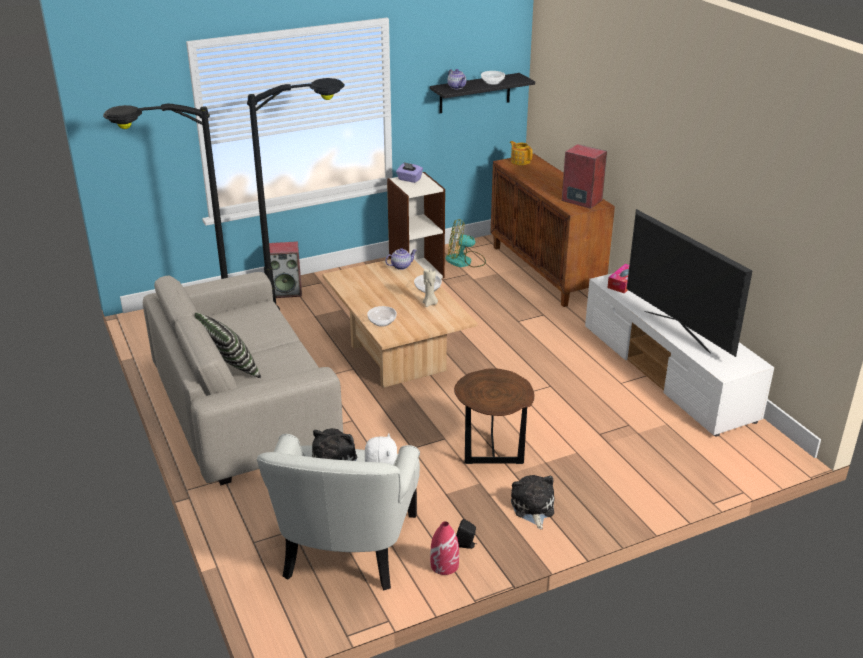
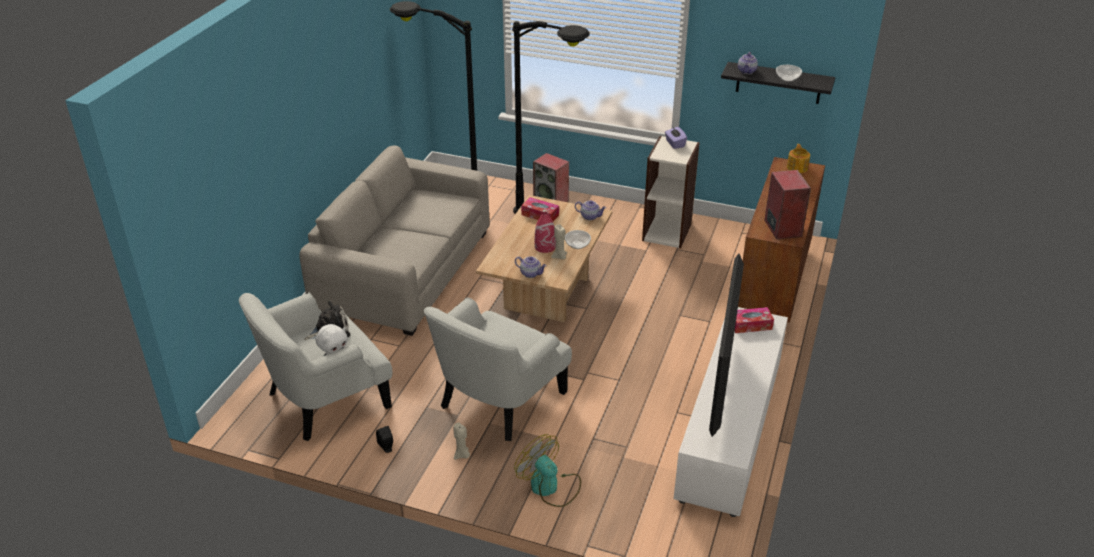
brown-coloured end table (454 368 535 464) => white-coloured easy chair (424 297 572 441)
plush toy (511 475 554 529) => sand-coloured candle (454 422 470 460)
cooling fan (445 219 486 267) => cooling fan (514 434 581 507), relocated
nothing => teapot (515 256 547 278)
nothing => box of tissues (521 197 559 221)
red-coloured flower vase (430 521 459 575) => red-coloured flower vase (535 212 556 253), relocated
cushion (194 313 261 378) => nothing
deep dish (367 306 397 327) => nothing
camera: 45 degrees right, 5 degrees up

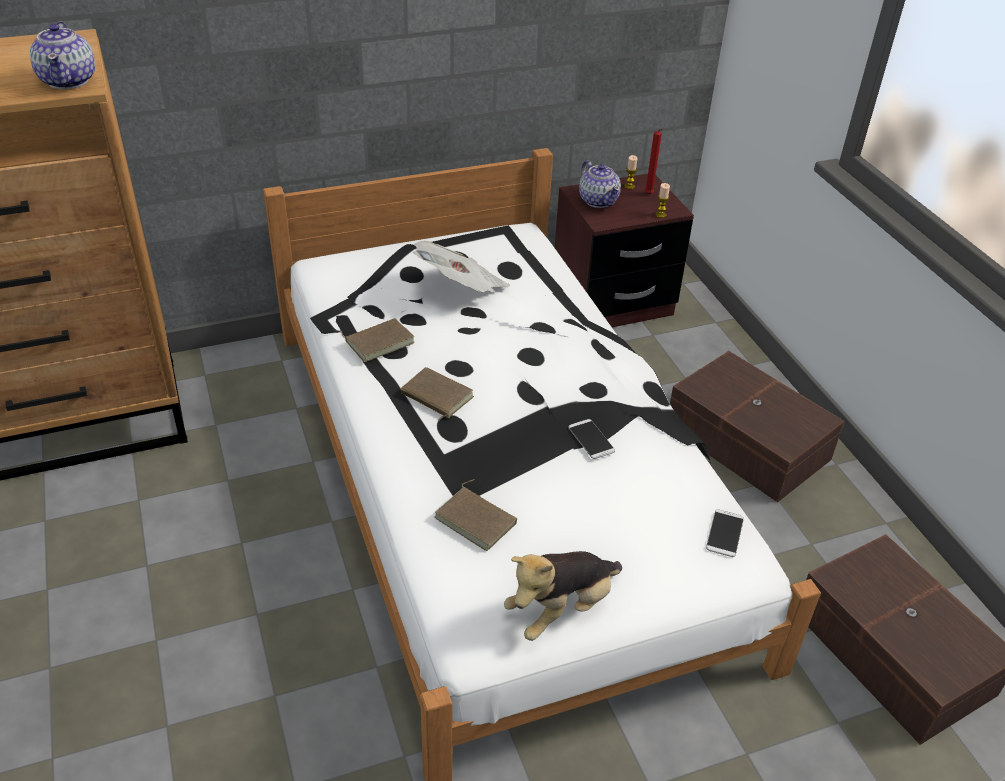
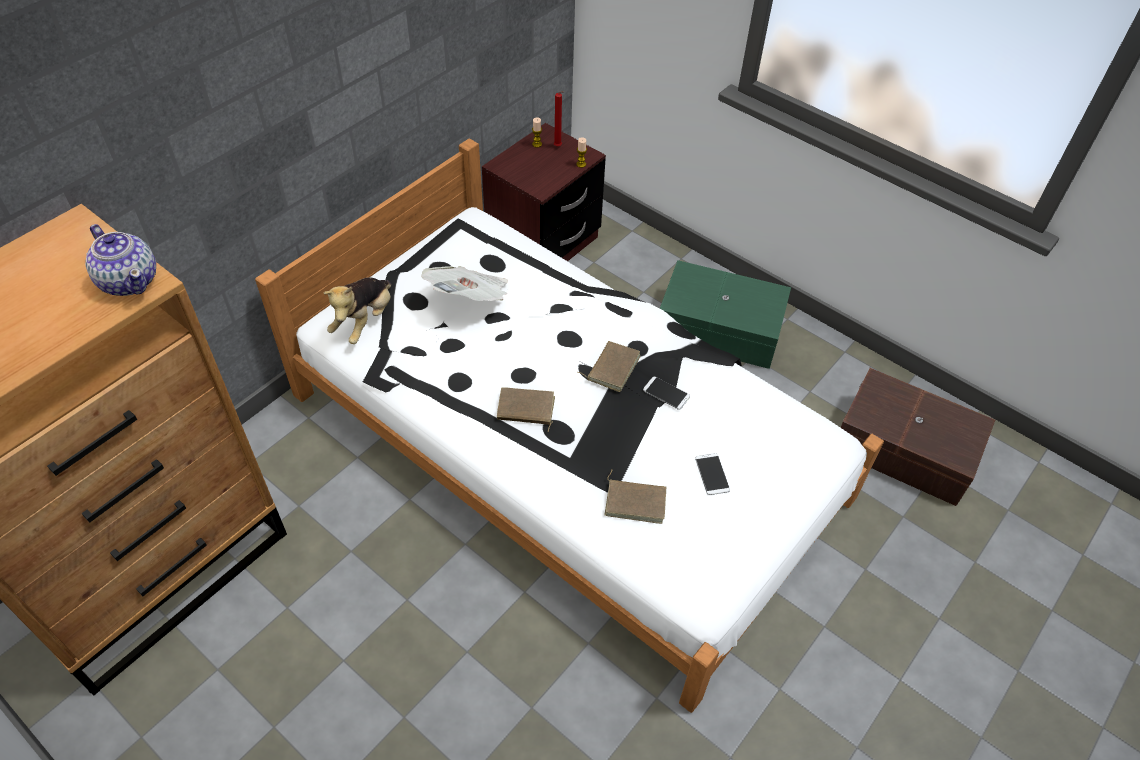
plush toy (504 551 622 641) => plush toy (324 277 391 344), relocated
brown-coloured bound book (339 318 415 362) => brown-coloured bound book (577 341 641 392), relocated
brown-coloured storage container (670 351 845 502) => green storage container (660 260 791 369)
handset (706 509 744 557) => handset (695 453 730 495), relocated
teapot (579 160 621 208) => nothing
camera: 30 degrees left, 10 degrees up

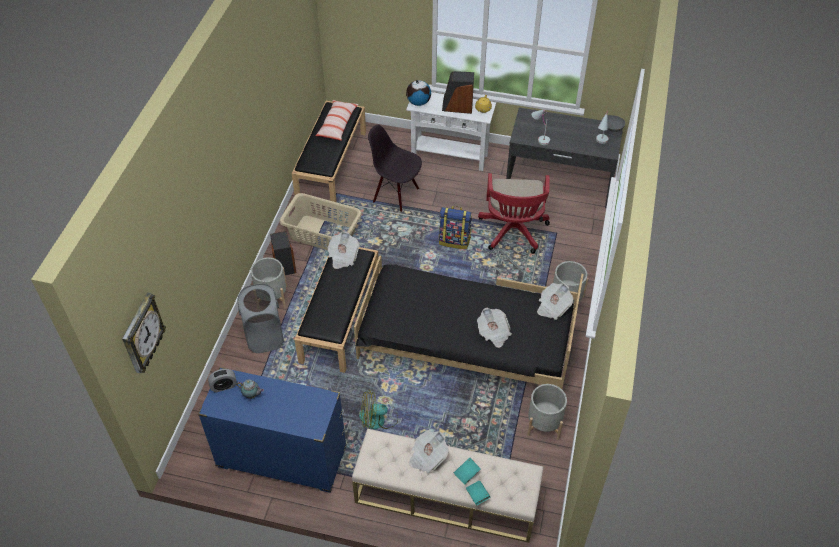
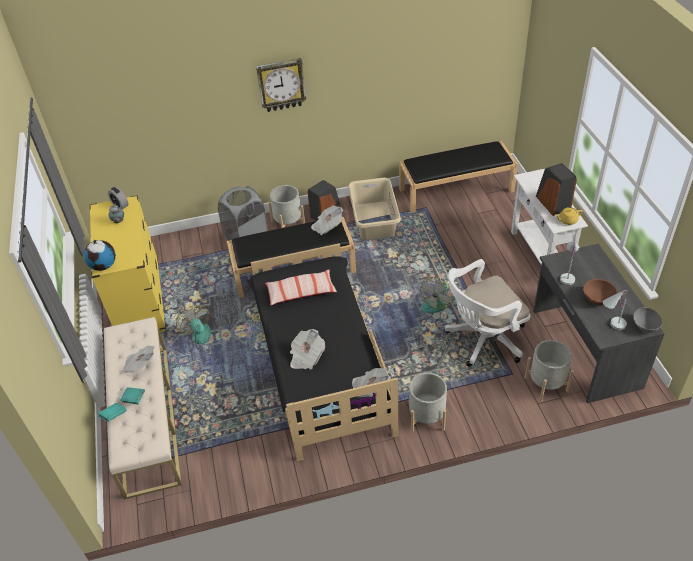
desk globe (406 80 431 106) => desk globe (84 240 116 271), relocated
blue-coloured chest of drawers (198 367 346 493) => yellow-coloured chest of drawers (90 195 166 332)
wall clock (122 293 166 373) => wall clock (256 58 306 112), relocated
cushion (315 100 359 141) => cushion (265 269 337 305), relocated
backpack (439 206 472 249) => cooling fan (420 277 453 313)
red-coloured computer chair (478 173 550 254) => white-coloured computer chair (445 259 530 367)
grey planter (527 384 567 440) => grey planter (524 340 574 401), relocated
nothing => brown-coloured deep dish (583 279 618 305)
black chair (368 125 422 212) => nothing
camera: 65 degrees right, 5 degrees down

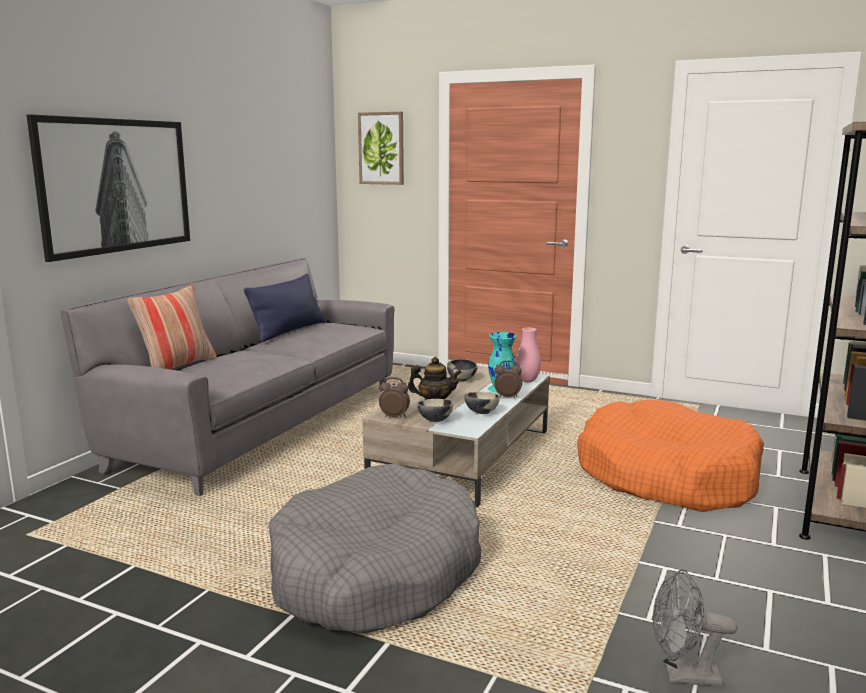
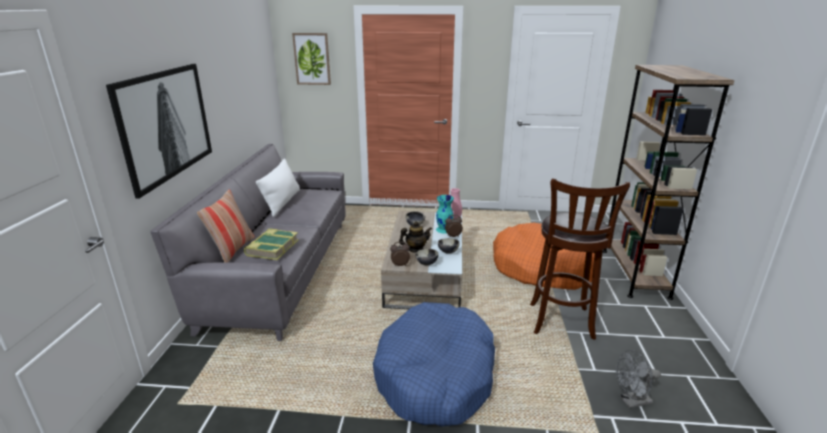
nothing => bound book (244 228 299 260)
blue-coloured cushion (244 273 324 343) => white-coloured cushion (256 158 300 217)
grey dog bed (269 463 482 633) => blue-coloured dog bed (373 302 495 427)
nothing => brown-coloured stool seat (530 178 630 340)
camera: 20 degrees left, 10 degrees up

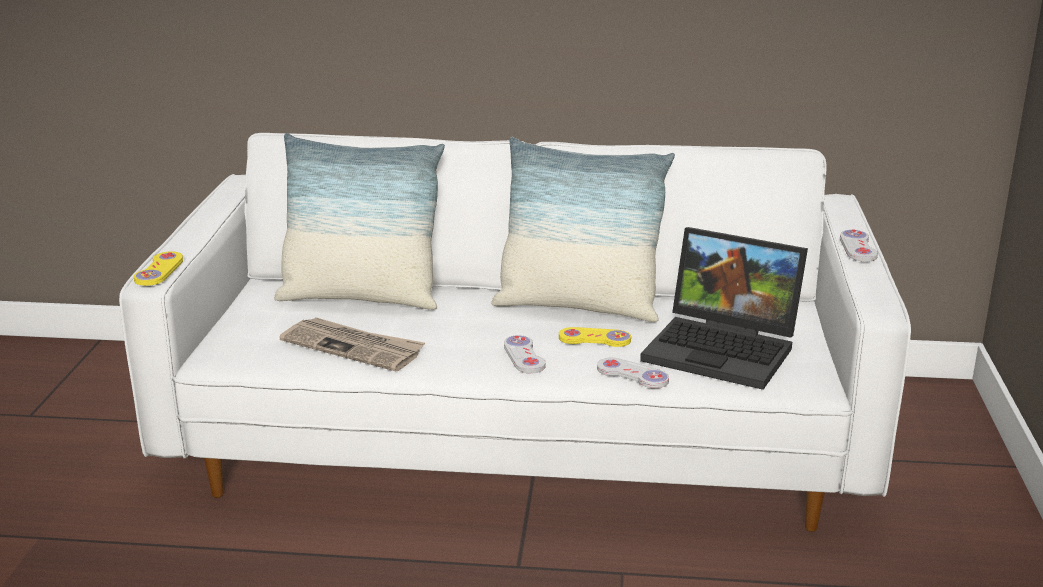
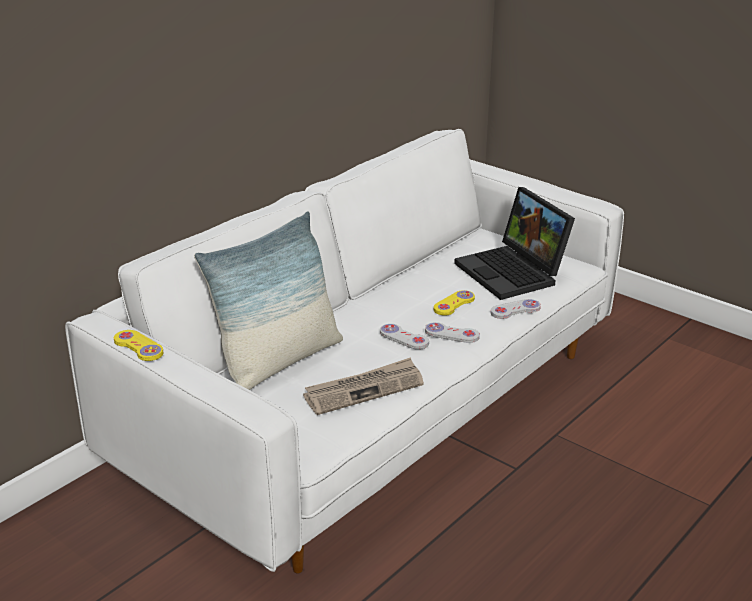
yellow-coloured gamepad (134 252 183 286) => yellow-coloured gamepad (114 330 164 361), relocated
white-coloured gamepad (840 229 878 262) => white-coloured gamepad (380 324 429 350), relocated
laptop (640 227 808 390) => laptop (454 187 575 300), 90 degrees clockwise
cushion (491 137 675 322) => nothing
camera: 55 degrees left, 5 degrees up

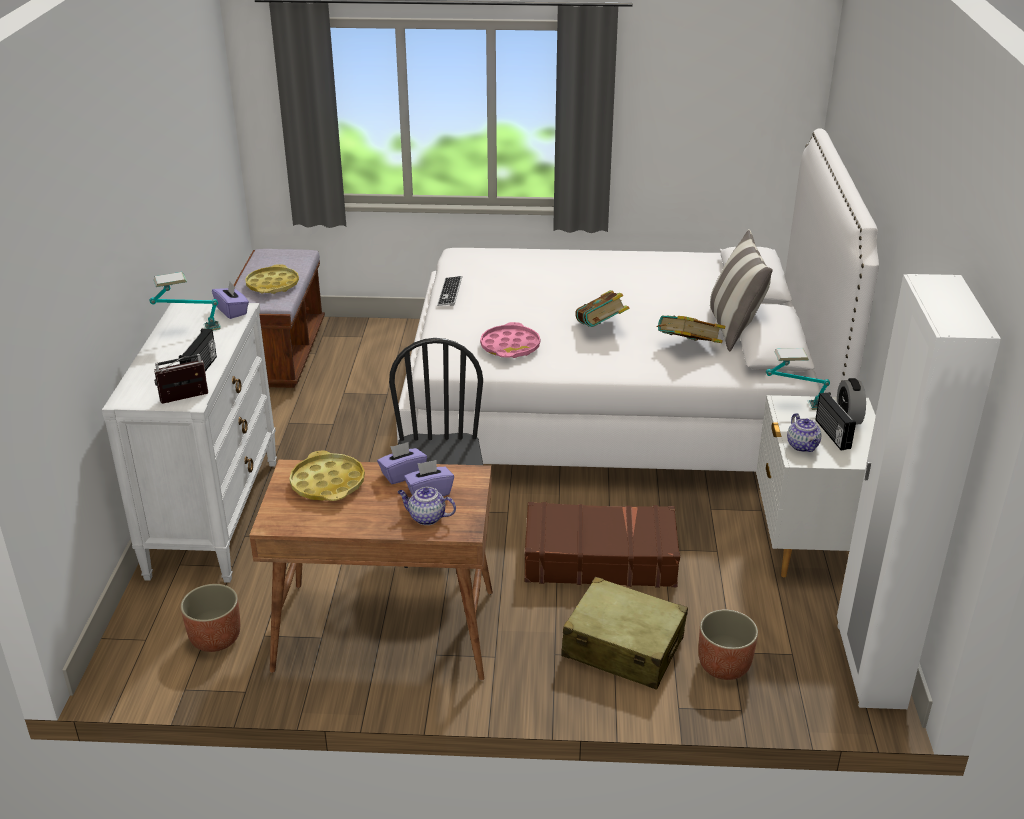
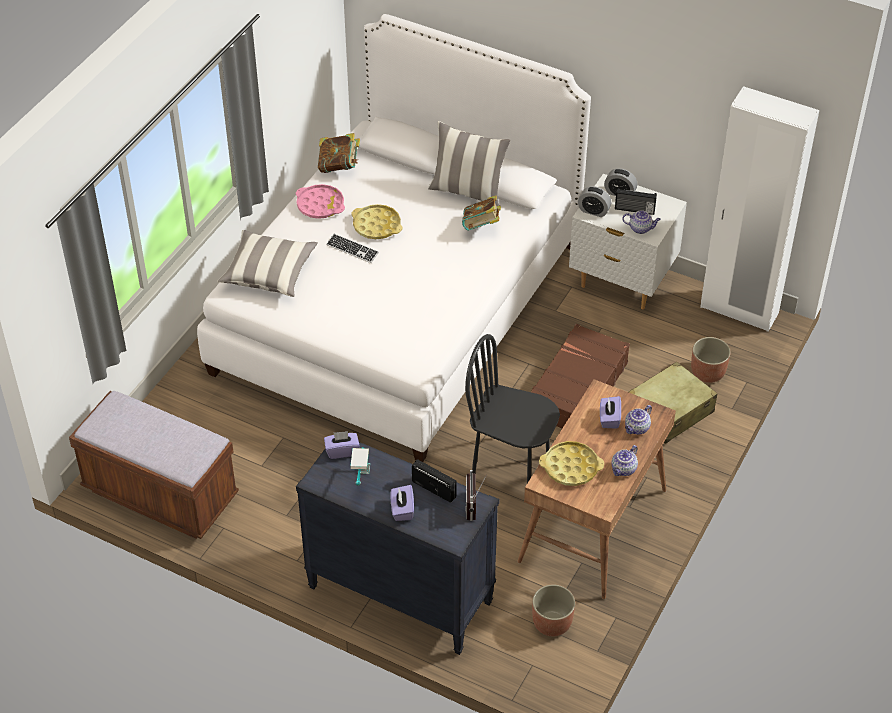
nothing => cushion (217 230 318 297)
pink-coloured carrying tray (480 322 540 358) => pink-coloured carrying tray (296 184 345 219), relocated
white-coloured chest of drawers (102 303 277 583) => black chest of drawers (296 432 500 655)
bound book (575 290 629 327) => bound book (318 133 360 173), relocated
computer keyboard (437 276 462 306) => computer keyboard (326 233 379 263), relocated
yellow-coloured carrying tray (245 264 299 294) => yellow-coloured carrying tray (351 204 402 239), relocated
purple box of tissues (377 442 427 484) => purple box of tissues (391 485 414 521), relocated
table lamp (766 348 830 410) => table clock (578 186 611 217)
nothing => teapot (612 445 638 476)
camera: 65 degrees left, 15 degrees up

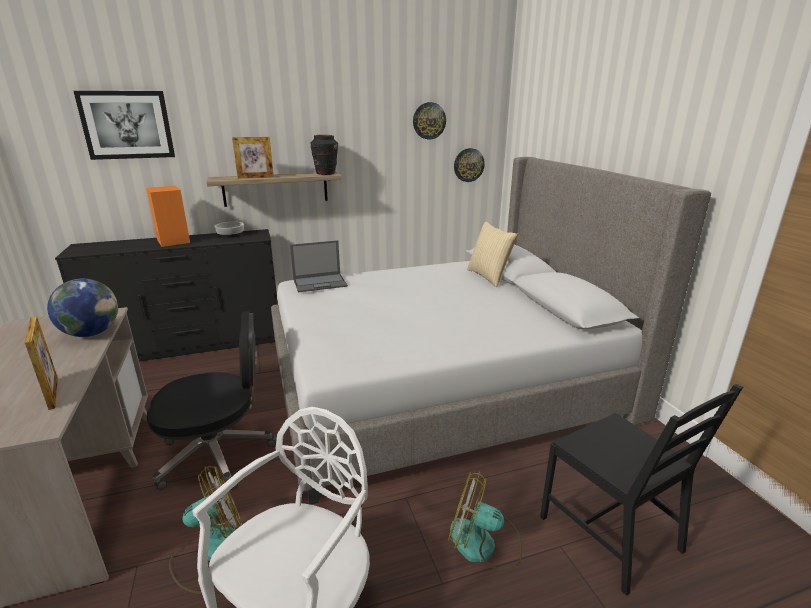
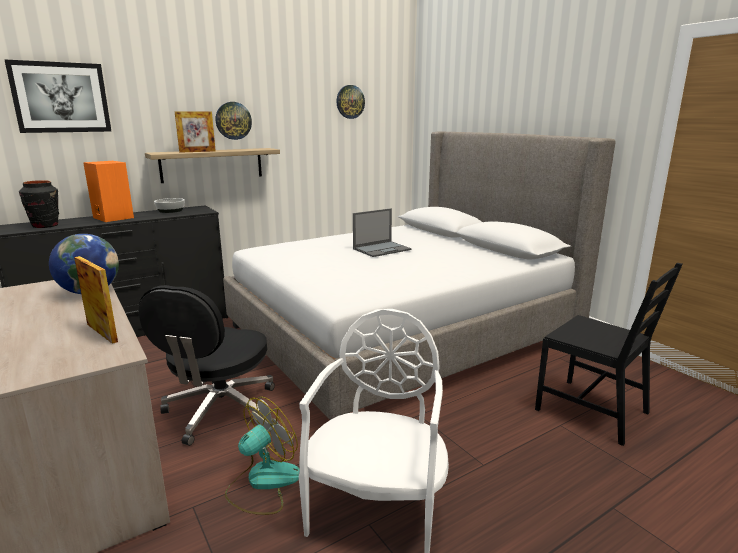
black flower vase (310 135 338 175) => black flower vase (19 180 59 228), relocated
black computer chair (147 311 277 490) => black computer chair (138 285 275 446), 135 degrees clockwise
wall clock (454 148 485 182) => wall clock (216 102 252 140), relocated
laptop (290 240 348 292) => laptop (353 208 412 257), relocated
cooling fan (448 471 522 570) => nothing
cushion (467 221 518 287) => nothing
camera: 15 degrees left, 5 degrees down

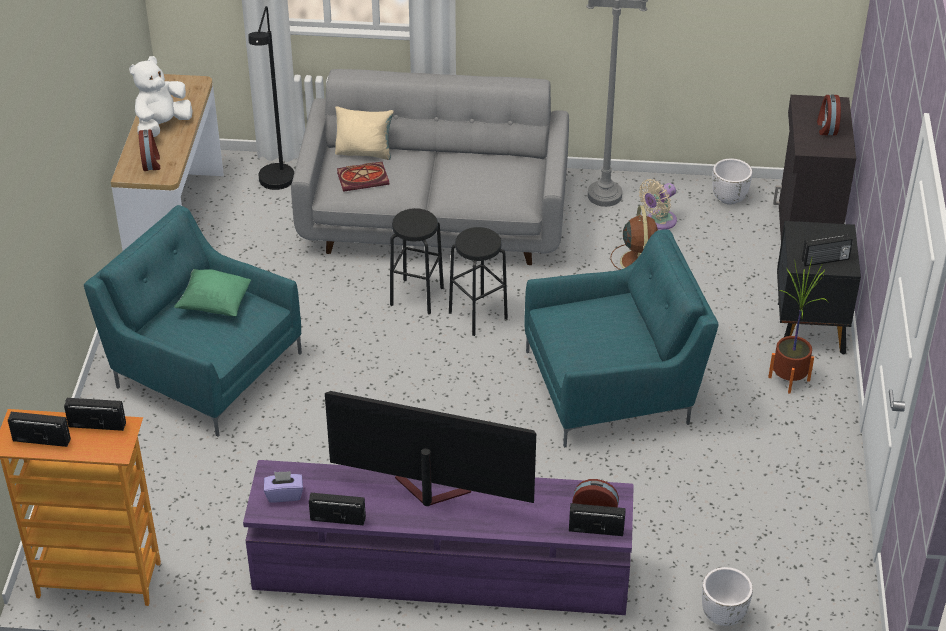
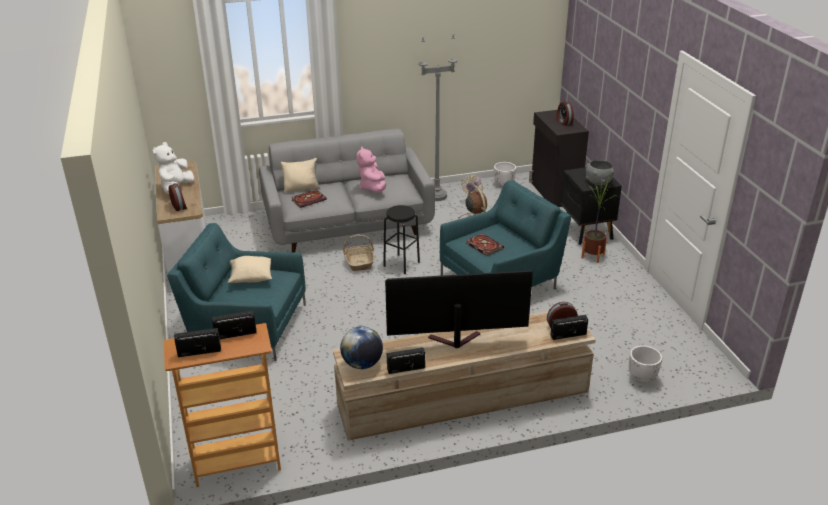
green cushion (174 269 251 316) => sand-coloured cushion (228 256 272 283)
purple tv stand (243 460 634 615) => sand-coloured tv stand (333 311 596 441)
purple box of tissues (264 471 303 503) => desk globe (340 326 383 369)
black stool seat (390 208 444 314) => storage basket (343 235 375 271)
nothing => pink-coloured plush toy (356 146 386 193)
nothing => bound book (466 233 504 256)
radio set (802 234 853 266) => grey deep dish (586 160 614 185)
black standard lamp (248 6 294 190) => nothing
camera: 20 degrees left, 10 degrees down

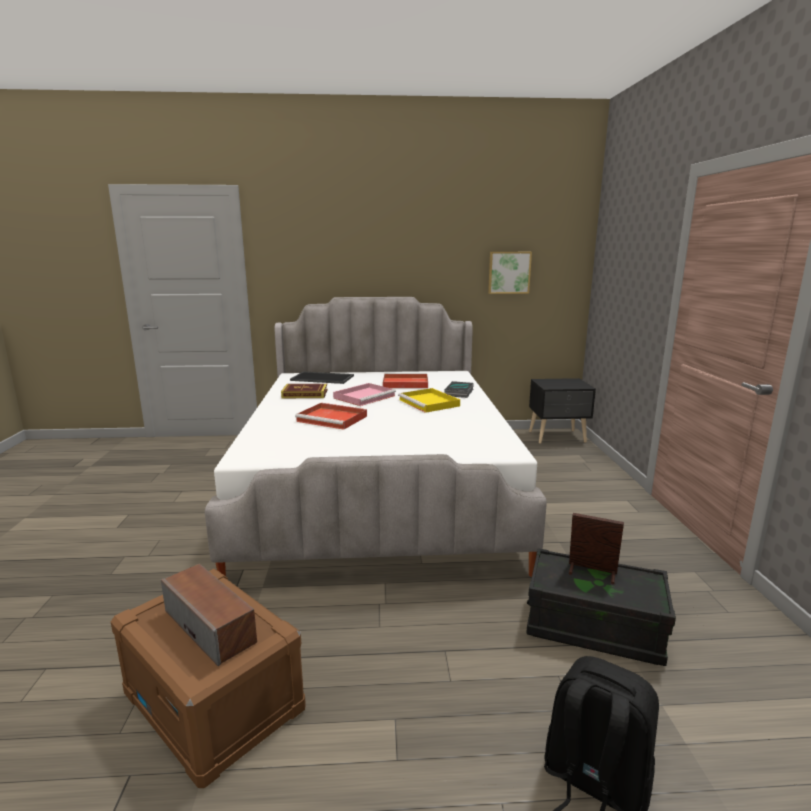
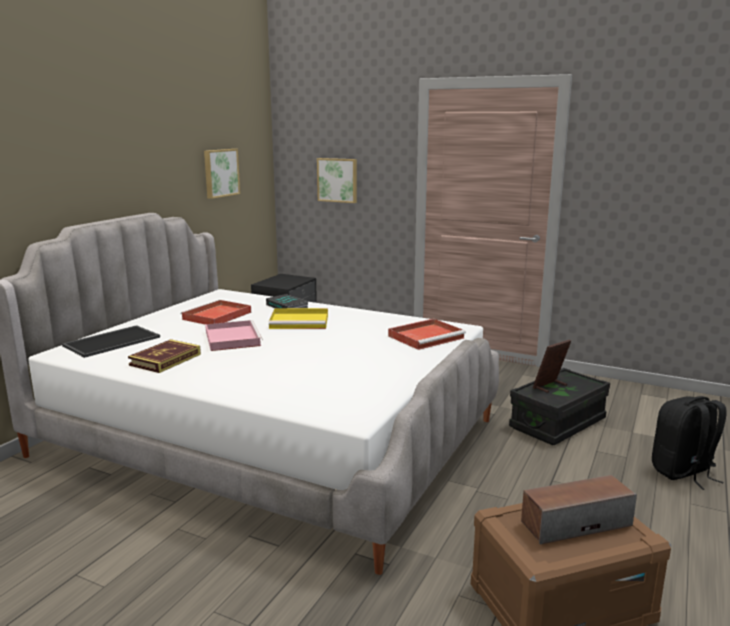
nothing => wall art (317 158 357 203)
red-coloured carrying tray (295 403 367 430) => red-coloured carrying tray (388 319 466 350), relocated
camera: 60 degrees left, 0 degrees up

